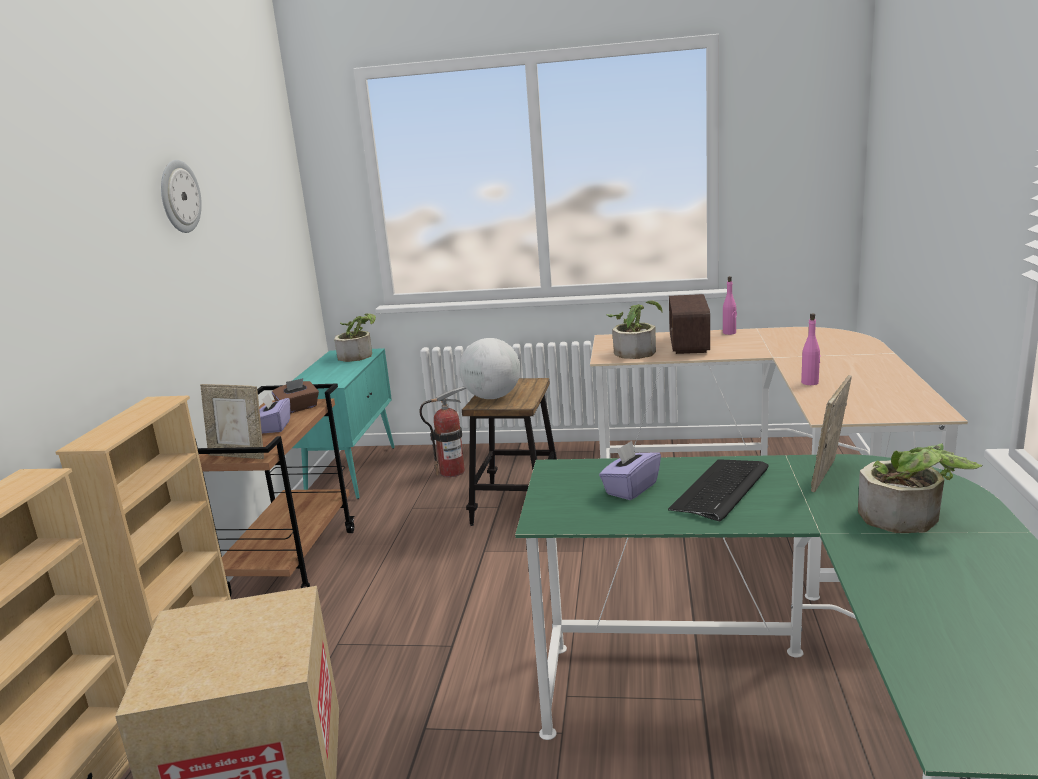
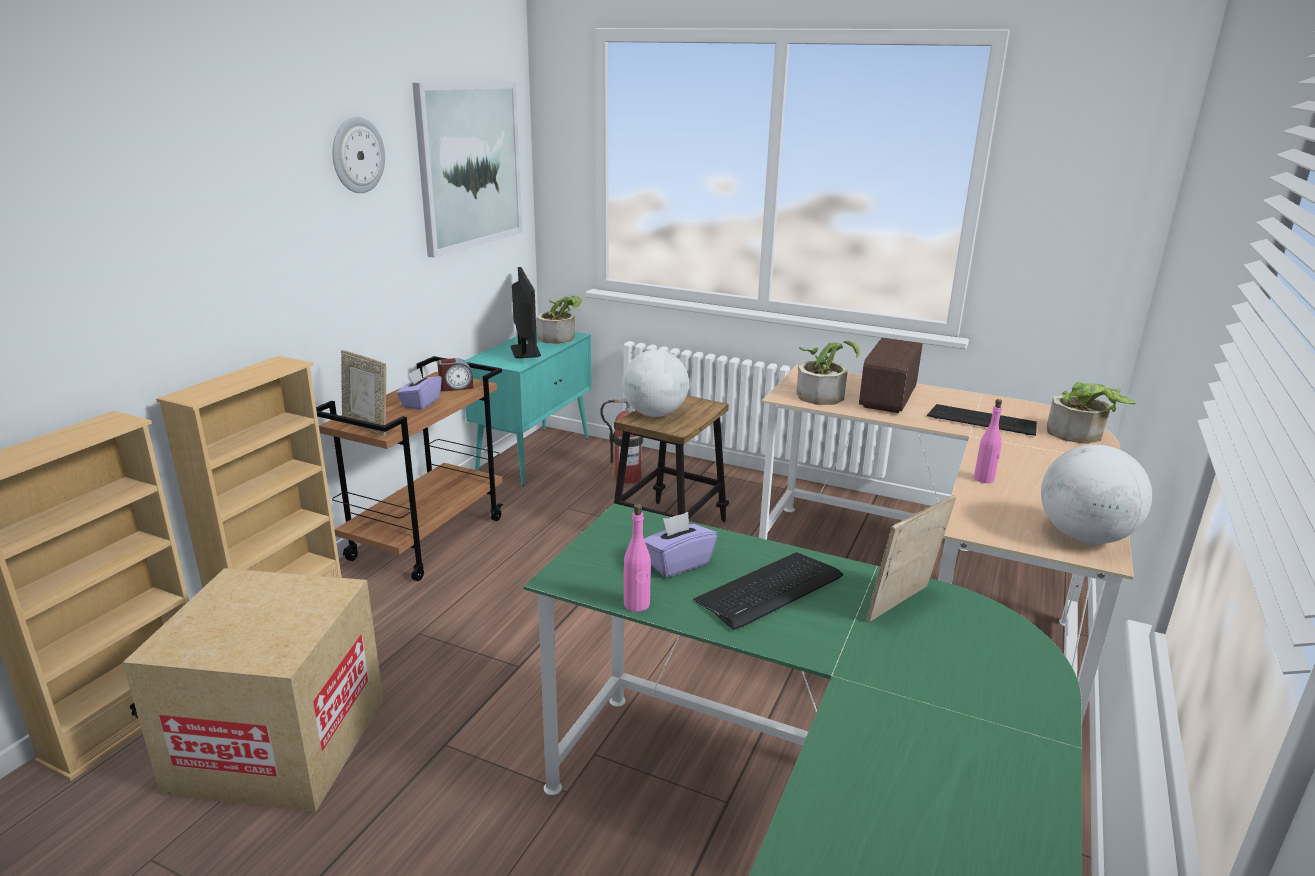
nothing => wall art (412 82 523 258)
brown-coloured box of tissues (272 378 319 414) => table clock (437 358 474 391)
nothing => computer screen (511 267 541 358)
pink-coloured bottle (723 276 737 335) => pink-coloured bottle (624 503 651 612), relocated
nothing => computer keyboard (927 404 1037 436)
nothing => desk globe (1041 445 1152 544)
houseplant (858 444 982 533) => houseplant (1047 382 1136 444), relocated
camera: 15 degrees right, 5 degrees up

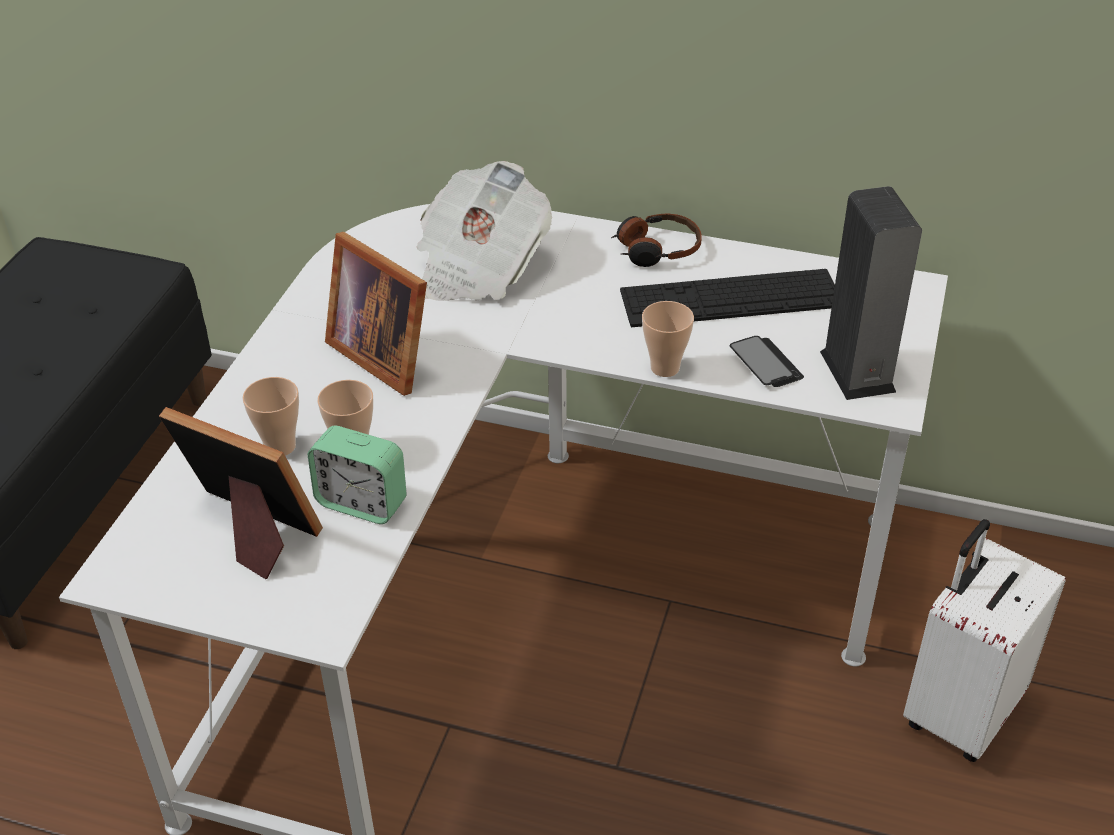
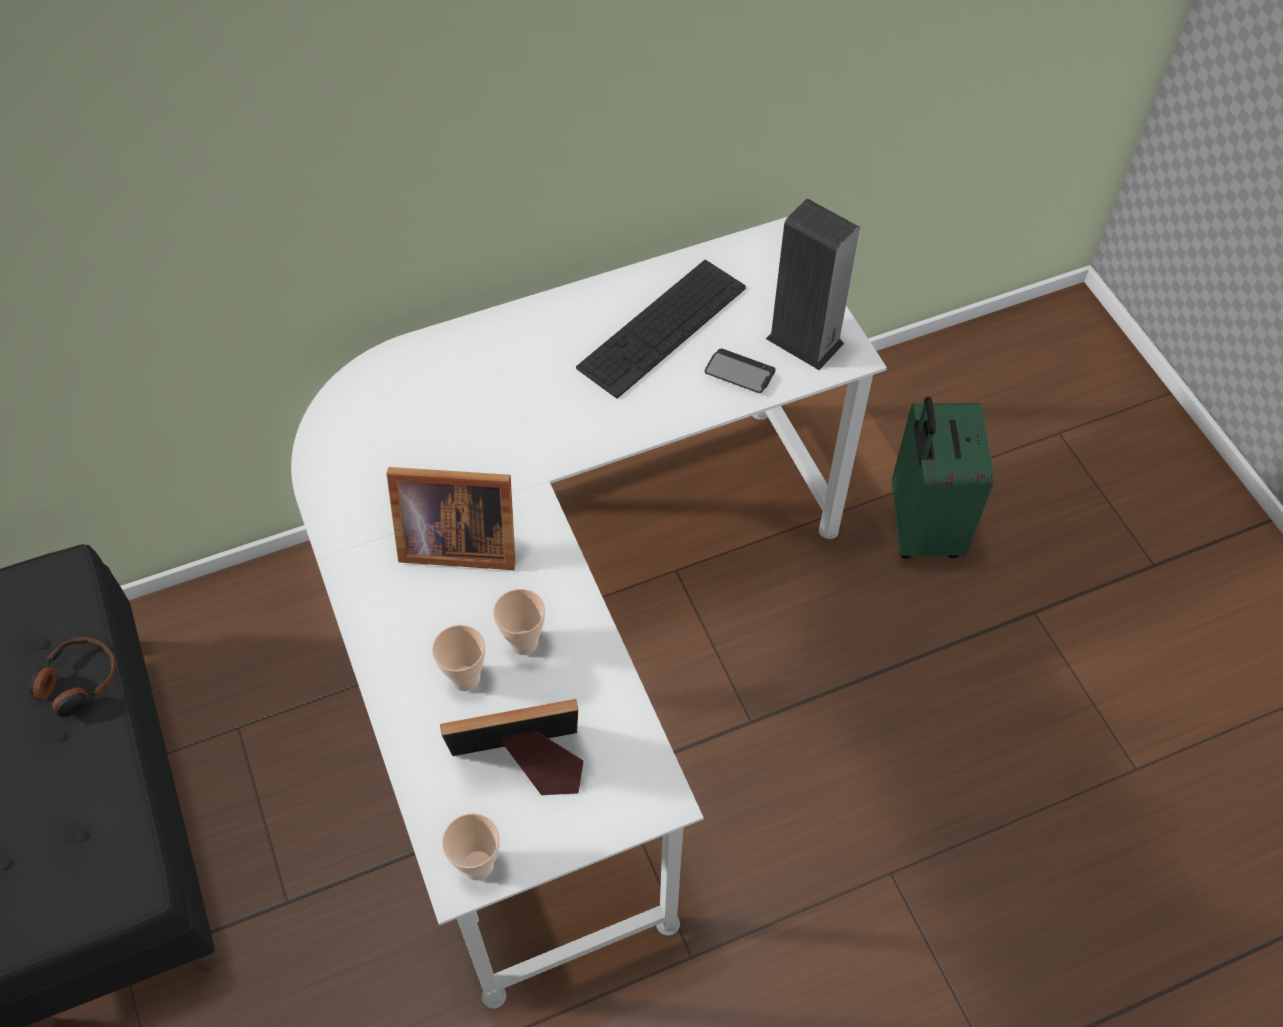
pair of headphones (611 213 702 267) => pair of headphones (28 637 116 719), relocated
cup (642 301 694 377) => cup (442 813 500 881), relocated
white-coloured suitcase (903 519 1066 762) => green suitcase (892 397 994 559)
table clock (308 426 407 524) => nothing
newspaper (416 161 552 301) => nothing
camera: 40 degrees left, 15 degrees up

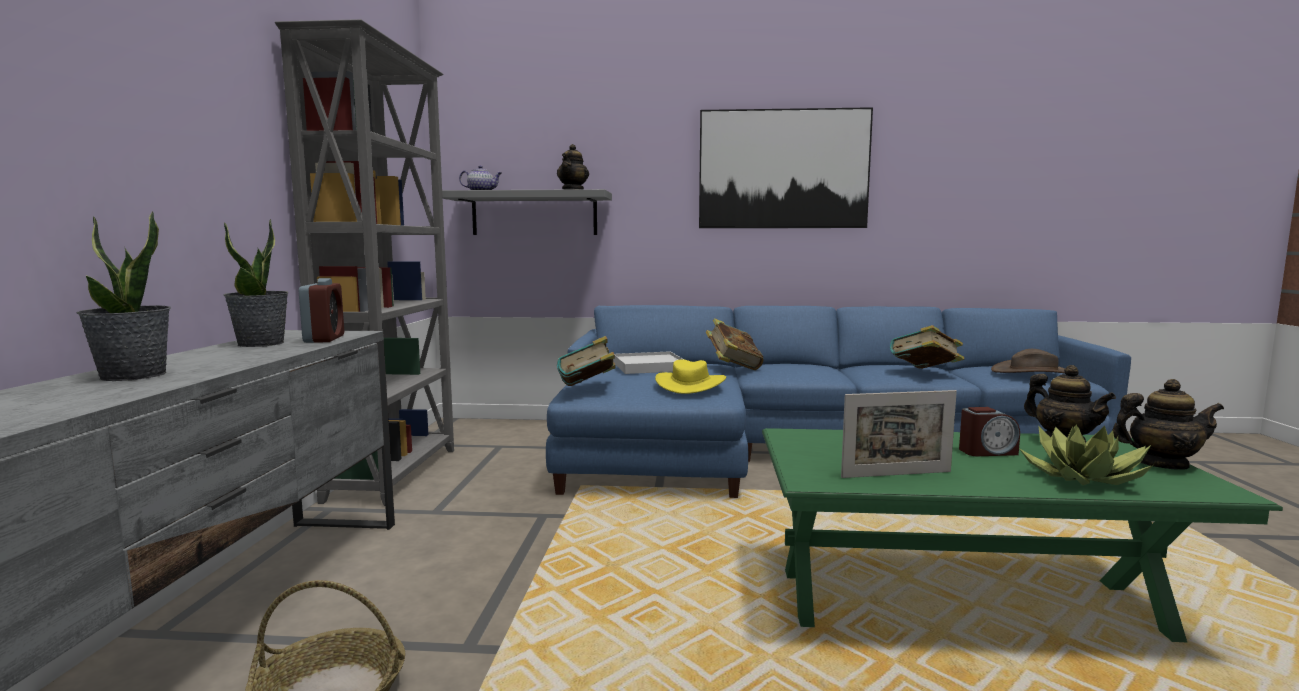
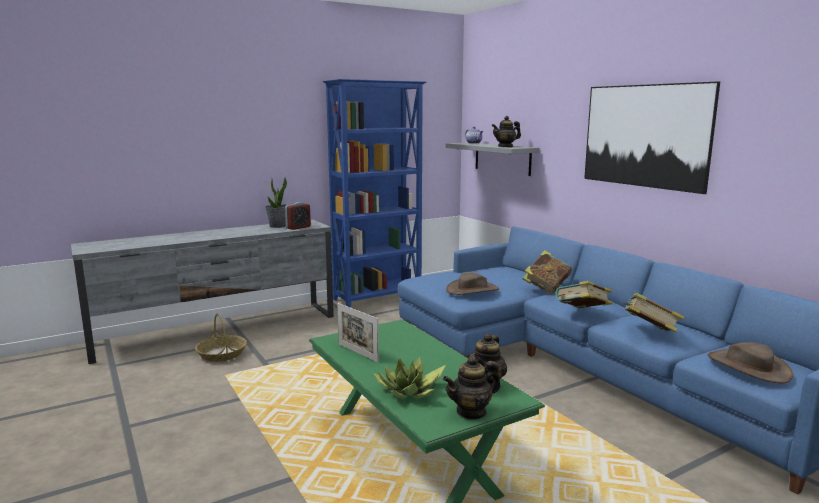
grey bookshelf (275 19 454 506) => blue-coloured bookshelf (323 79 427 308)
teapot (1112 379 1224 470) => teapot (443 356 501 420), 90 degrees clockwise
yellow-coloured hat (655 359 726 394) => brown-coloured hat (446 272 499 295)
bound book (557 336 615 386) => bound book (555 281 613 308), relocated
houseplant (77 211 171 381) => nothing
white-coloured carrying tray (613 351 684 374) => nothing
table clock (959 407 1020 456) => nothing
camera: 55 degrees right, 5 degrees up

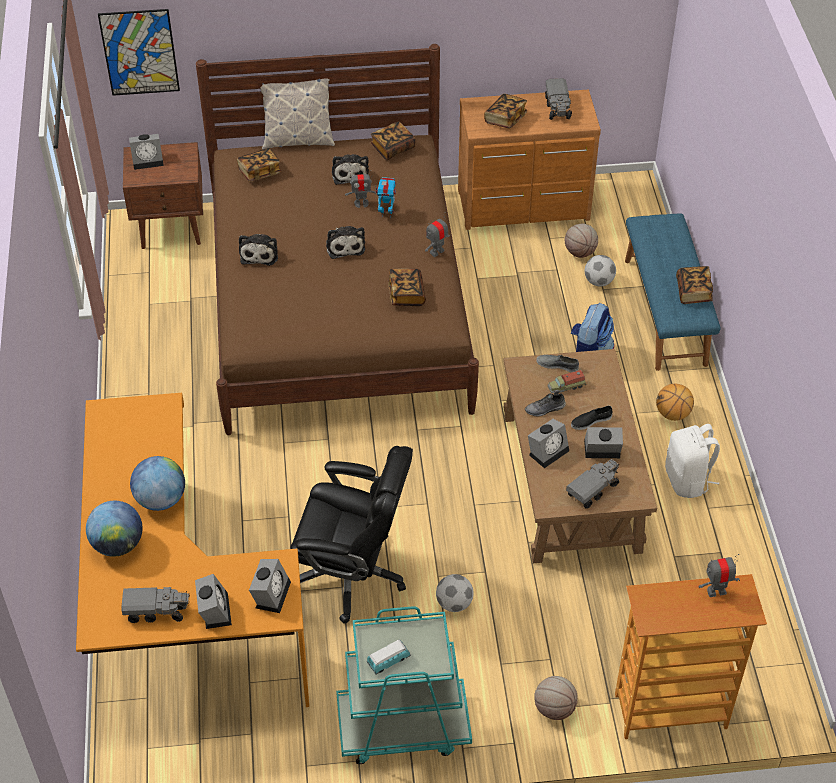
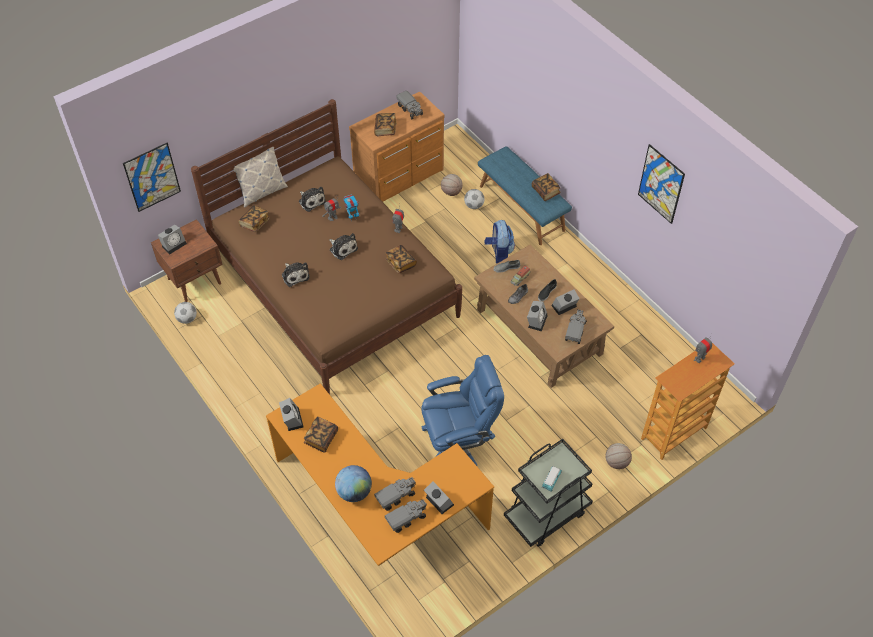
ball for football (436 574 474 612) => ball for football (174 302 197 324), relocated
table clock (249 559 291 613) => table clock (279 398 304 431), relocated
bound book (371 121 416 160) => bound book (304 417 338 452), relocated
nothing => toy lorry (374 476 416 511)
black computer chair (290 446 413 624) => blue-coloured computer chair (421 355 504 466)
turquoise cart (336 606 472 764) => black cart (504 439 593 547)
nothing => wall art (638 144 685 224)
desk globe (130 456 185 511) => nothing
ball for basketball (656 384 694 421) => nothing
white-coloured backpack (665 424 720 498) => nothing
camera: 30 degrees left, 5 degrees up

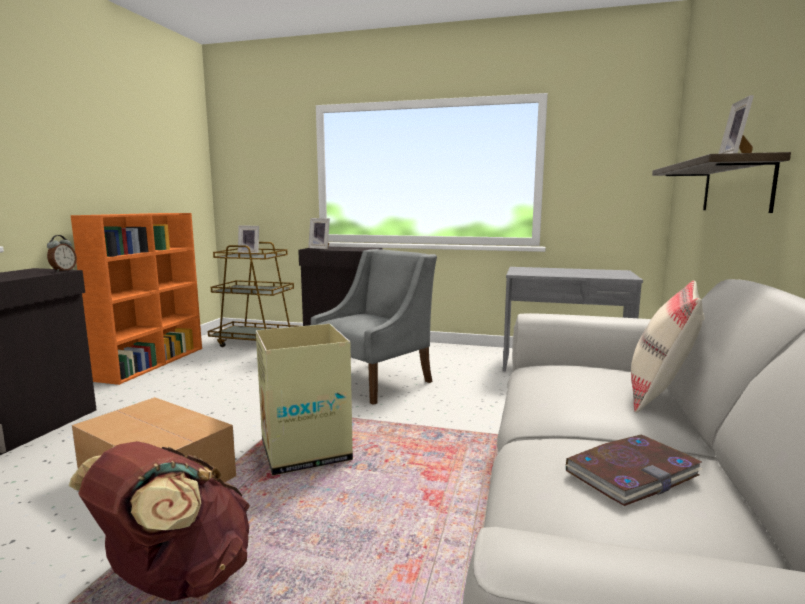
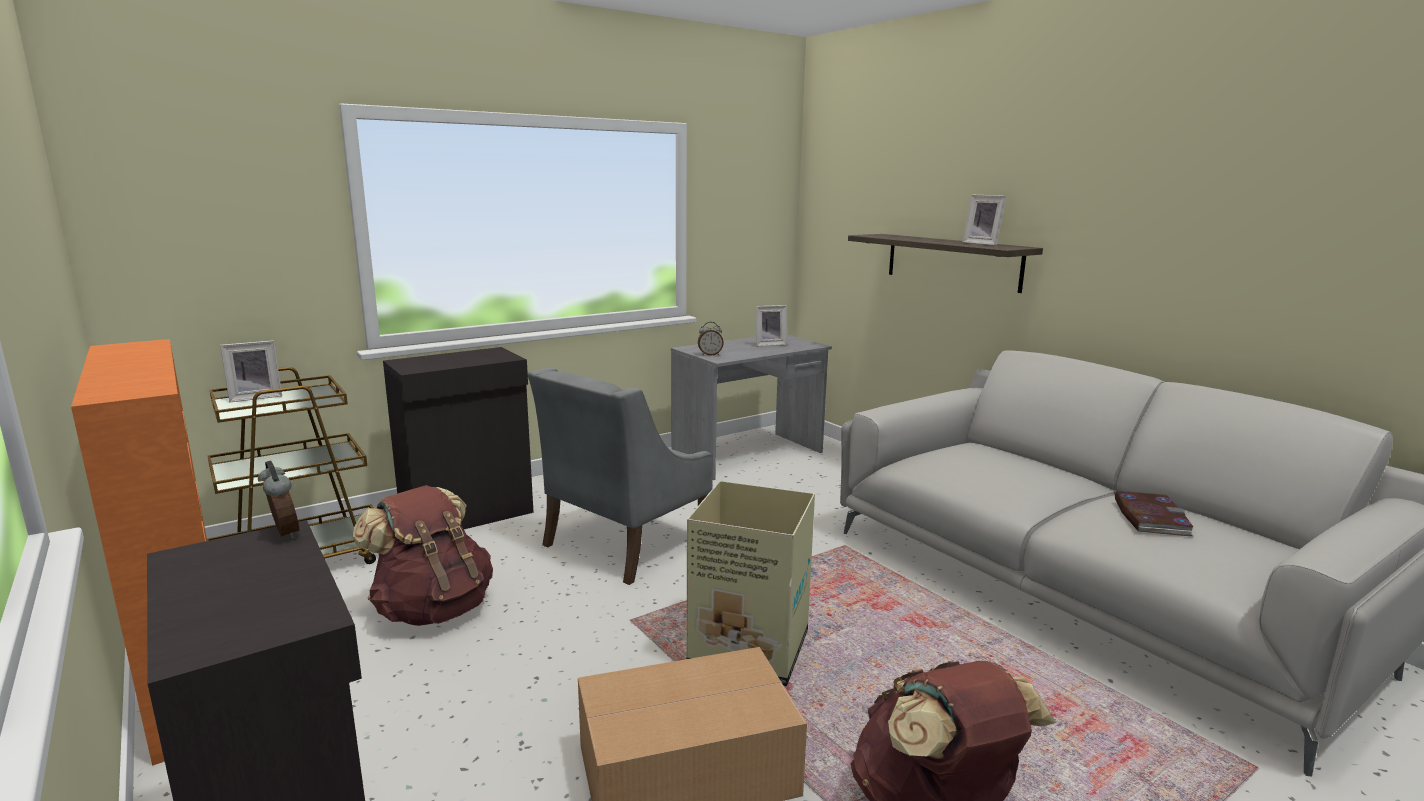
nothing => brown-coloured backpack (352 485 493 626)
grey easy chair (311 249 437 405) => grey easy chair (527 367 713 585), 135 degrees counterclockwise
nothing => table clock (698 322 724 355)
standing frame (308 218 330 249) => standing frame (755 305 787 346), relocated
sand-coloured cushion (631 280 705 413) => nothing
camera: 50 degrees left, 5 degrees up

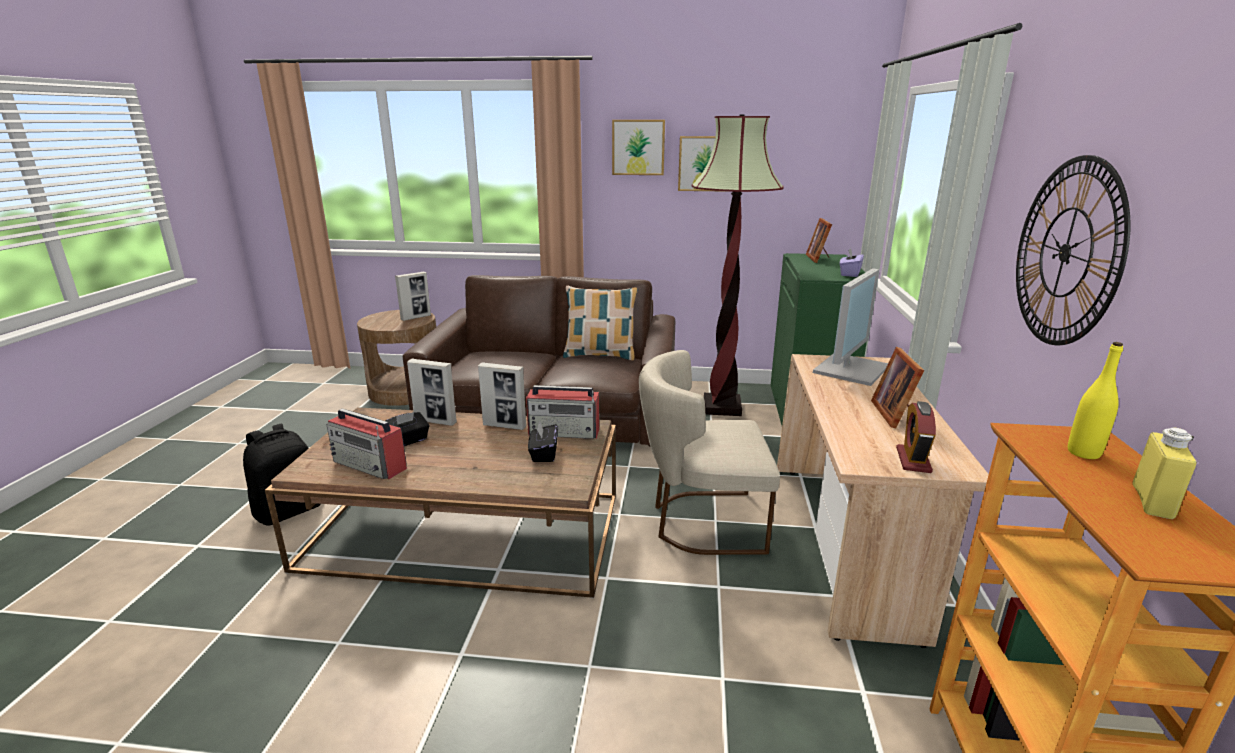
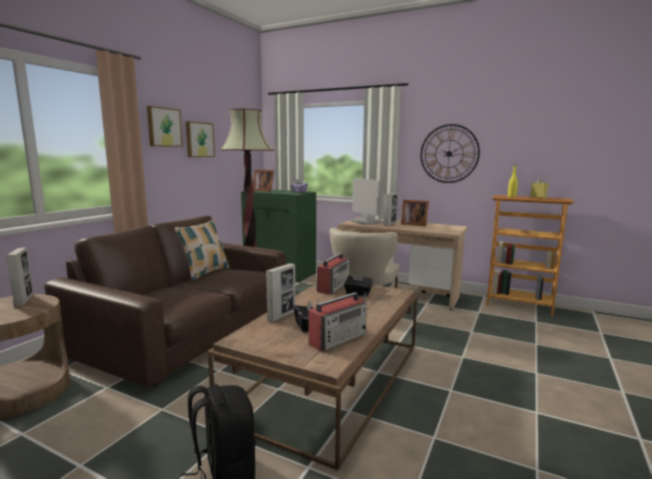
standing frame (478 362 526 430) => standing frame (384 193 398 226), relocated
table clock (896 401 936 473) => nothing
camera: 70 degrees left, 10 degrees down

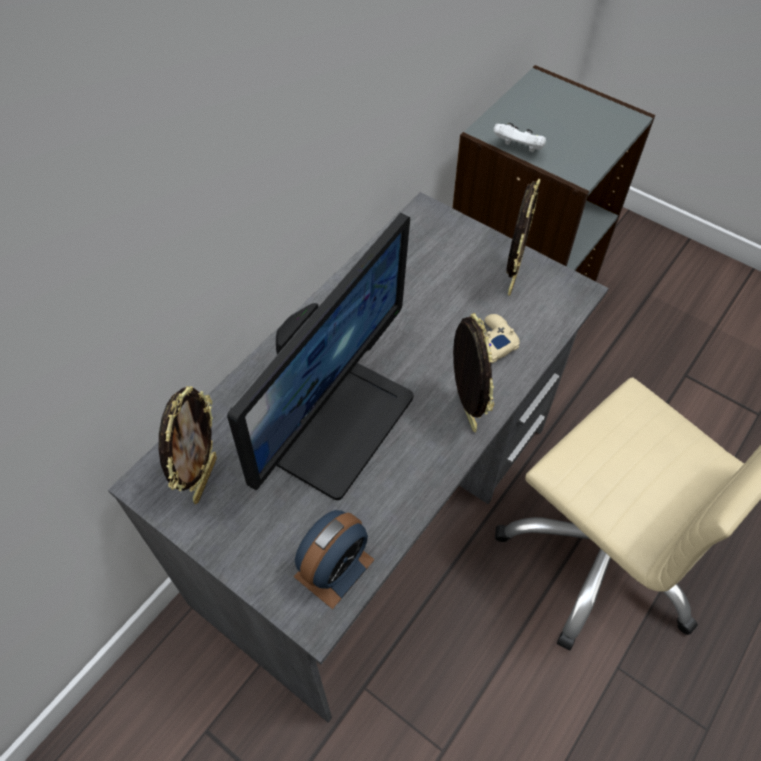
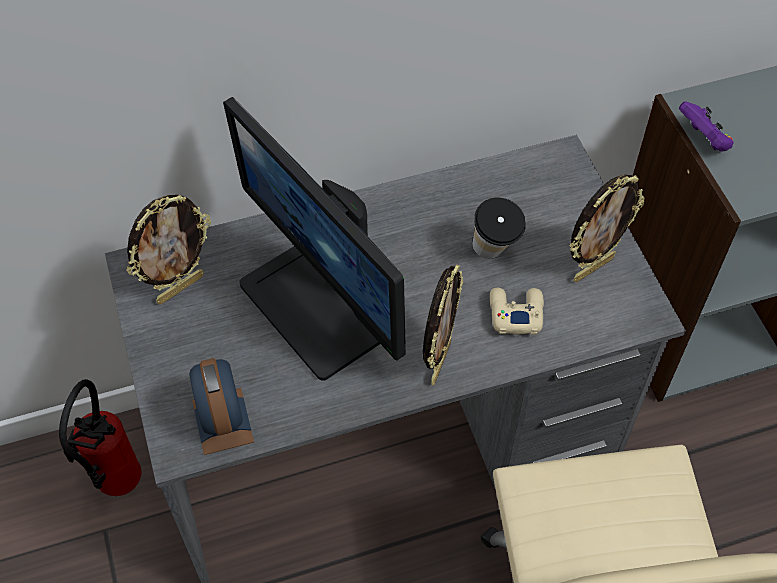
nothing => extinguisher (59 379 142 496)
table clock (294 510 375 609) => table clock (189 358 254 455), 90 degrees clockwise
computer screen (227 213 413 500) => computer screen (223 97 406 381), 75 degrees clockwise
nothing => cup (472 198 526 259)
white-coloured gamepad (493 123 546 152) => purple gamepad (679 101 734 152)
camera: 35 degrees right, 0 degrees up

